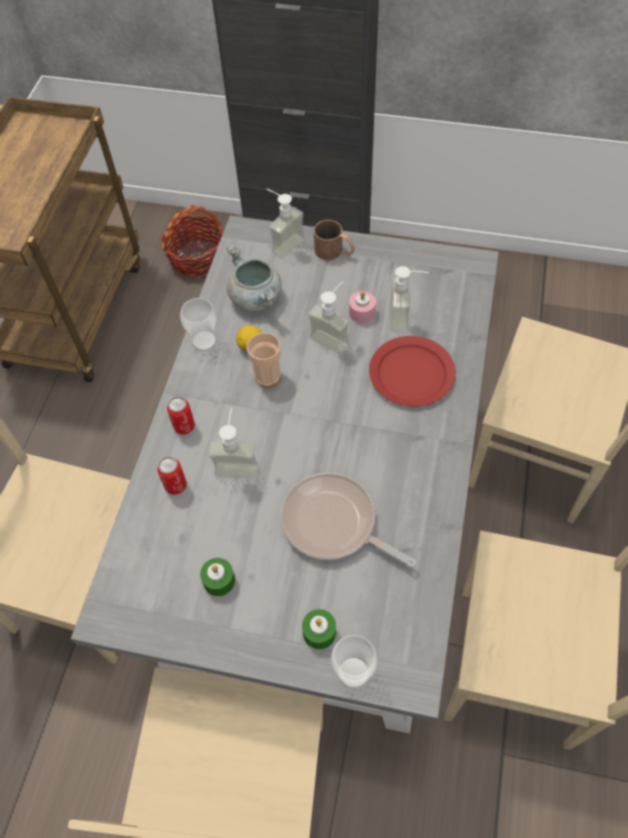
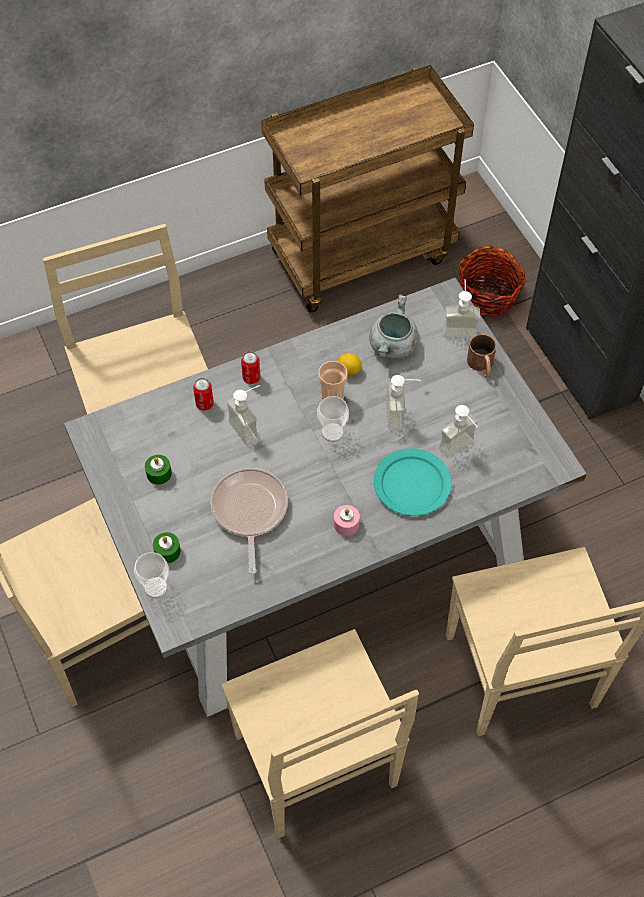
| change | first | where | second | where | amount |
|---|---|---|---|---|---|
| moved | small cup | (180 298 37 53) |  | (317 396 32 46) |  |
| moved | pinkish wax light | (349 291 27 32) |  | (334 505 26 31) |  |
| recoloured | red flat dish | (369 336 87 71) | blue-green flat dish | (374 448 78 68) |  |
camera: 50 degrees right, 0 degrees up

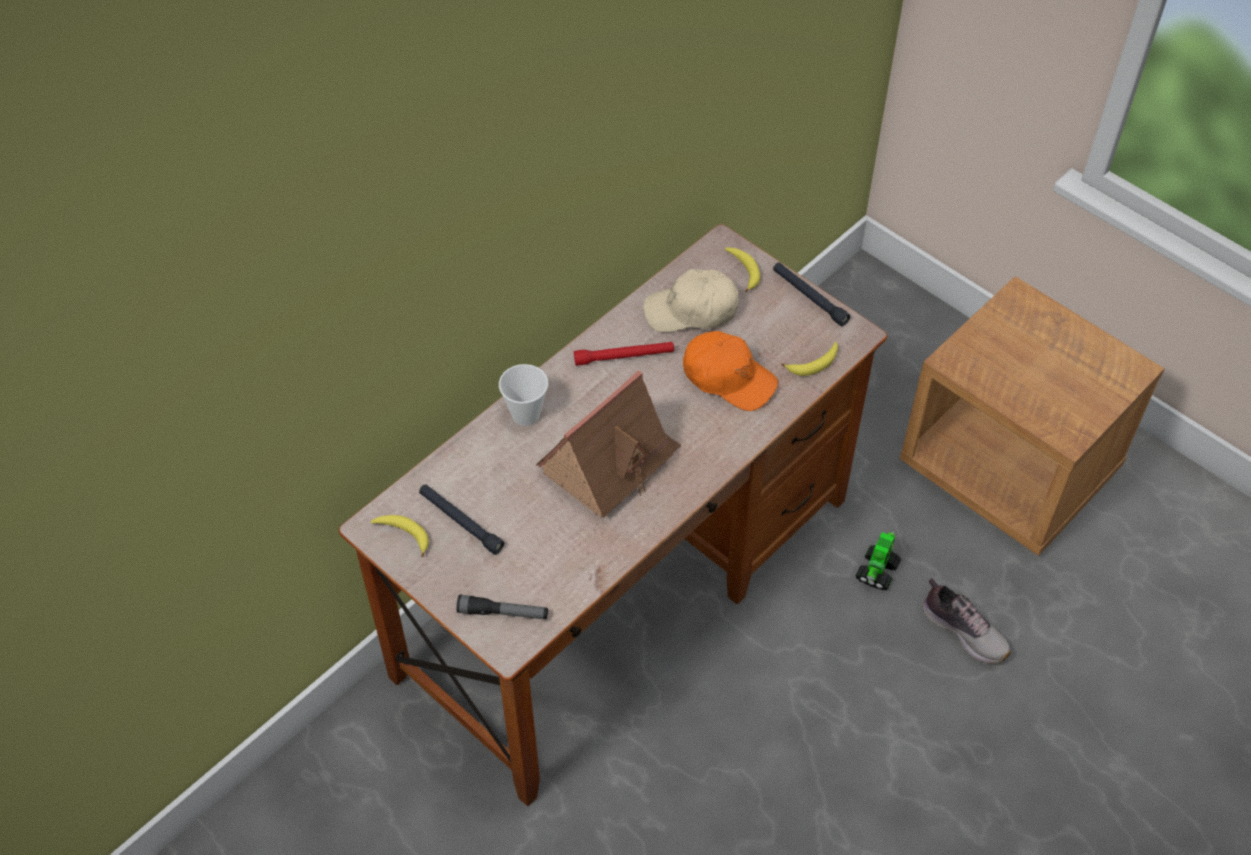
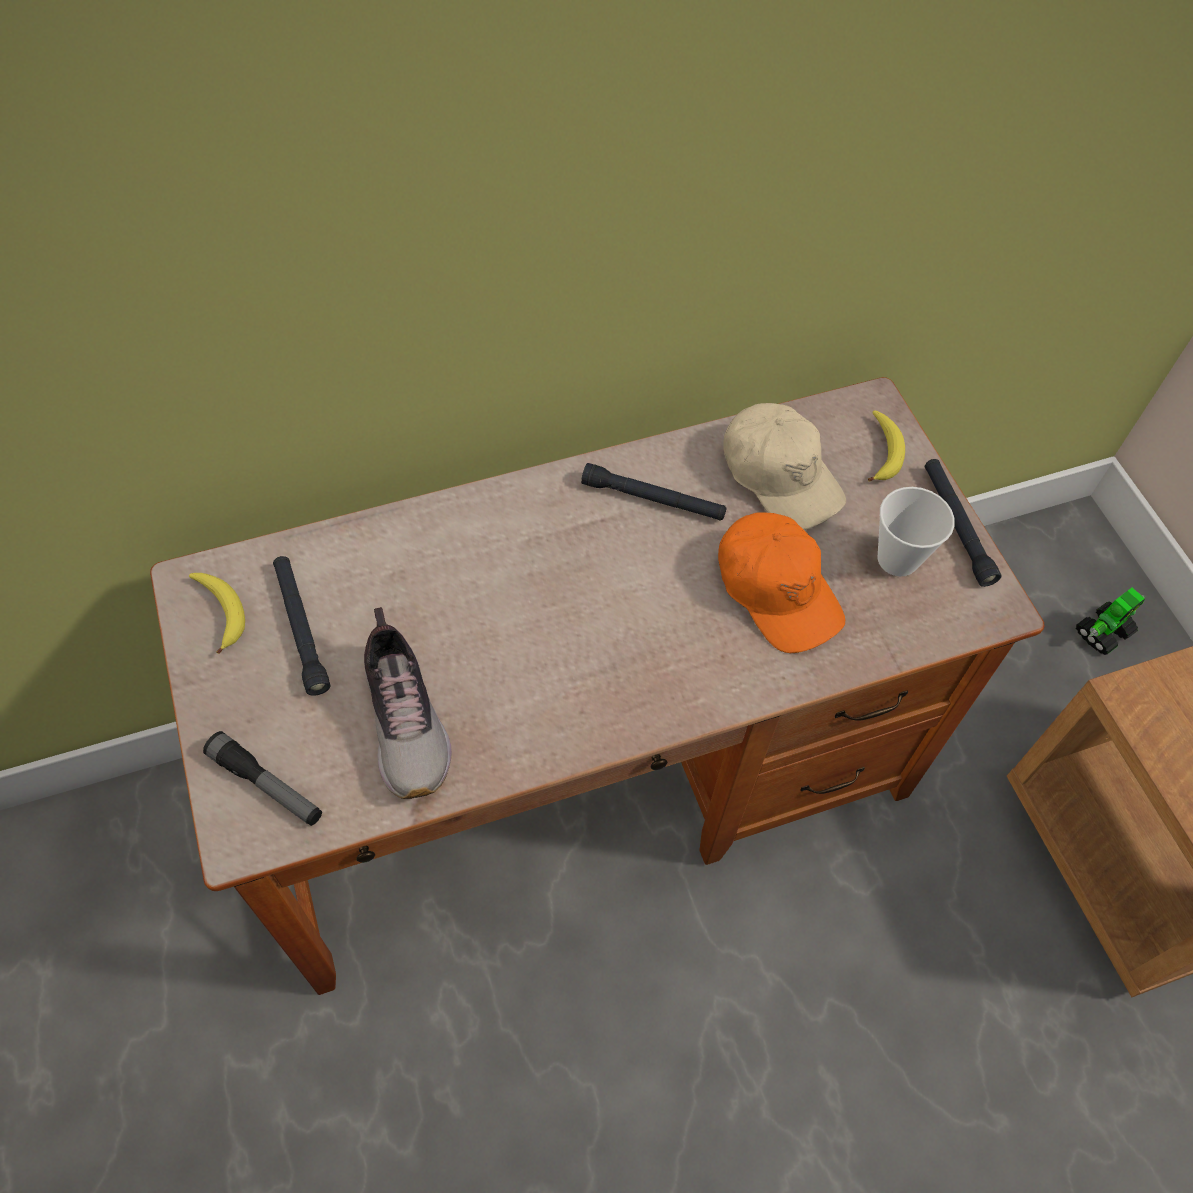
| change | first | where | second | where | amount |
|---|---|---|---|---|---|
| moved | small cup | (499 364 49 62) |  | (878 487 77 90) |  |
| removed | miniature house | (536 370 145 148) |  |  |  |
| recoloured | red torch | (574 342 100 24) | blackish torch | (581 463 145 58) |  |
| turned | beige-coloured baseball cap | (643 269 96 63) |  | (723 403 123 127) | 150 degrees counterclockwise |
| removed | banana fruit | (781 342 57 34) |  |  |  |
| moved | toy robot | (856 531 45 59) |  | (1075 588 70 67) |  |
| moved | shoe | (923 578 88 85) |  | (364 607 88 192) |  |
camera: 25 degrees right, 5 degrees up

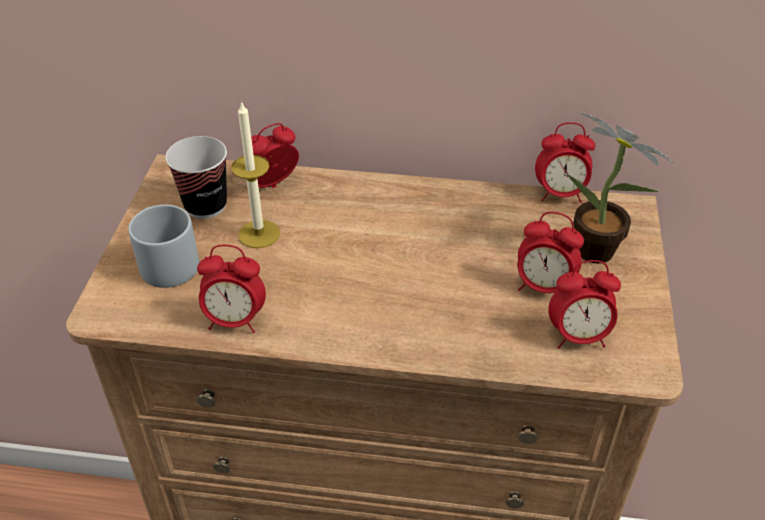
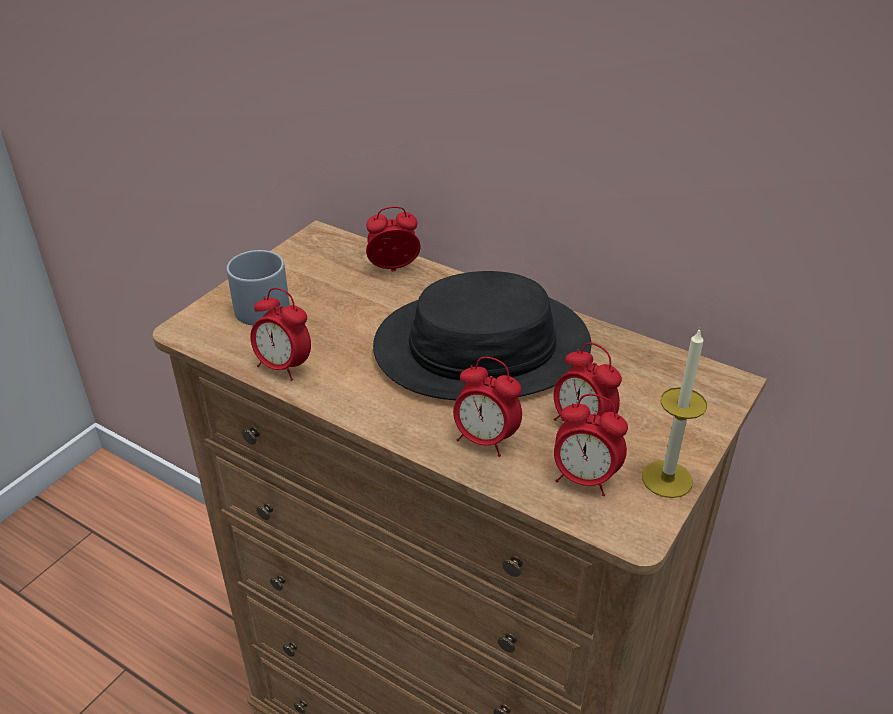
| change | first | where | second | where | amount |
|---|---|---|---|---|---|
| removed | small cup | (165 136 62 83) |  |  |  |
| moved | wax light | (231 101 49 147) |  | (642 328 65 170) |  |
| moved | table clock | (535 122 60 81) |  | (453 357 69 100) |  |
| removed | potted plant | (567 111 108 153) |  |  |  |
| added |  |  | blackish clothing hat | (373 271 218 130) |  |
camera: 25 degrees right, 5 degrees down

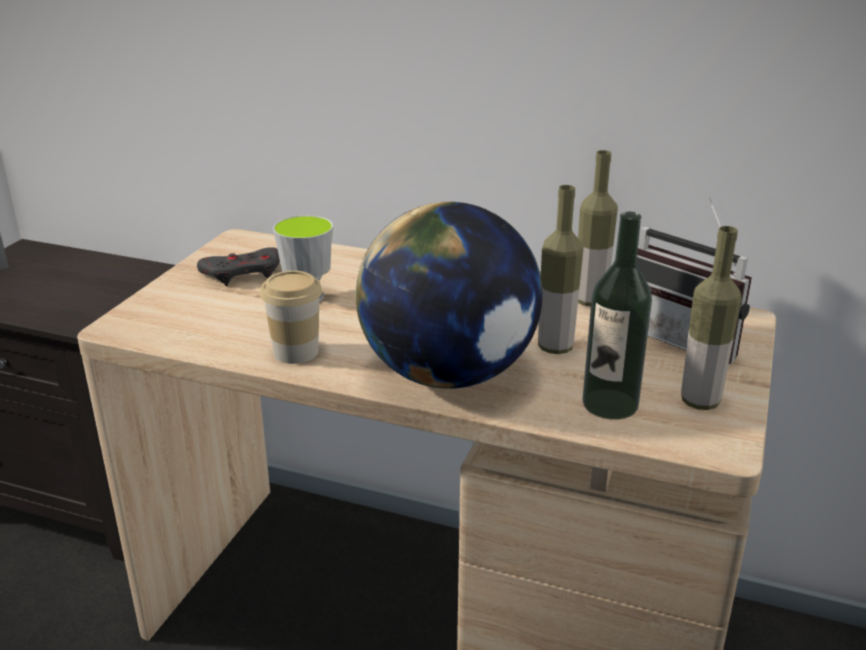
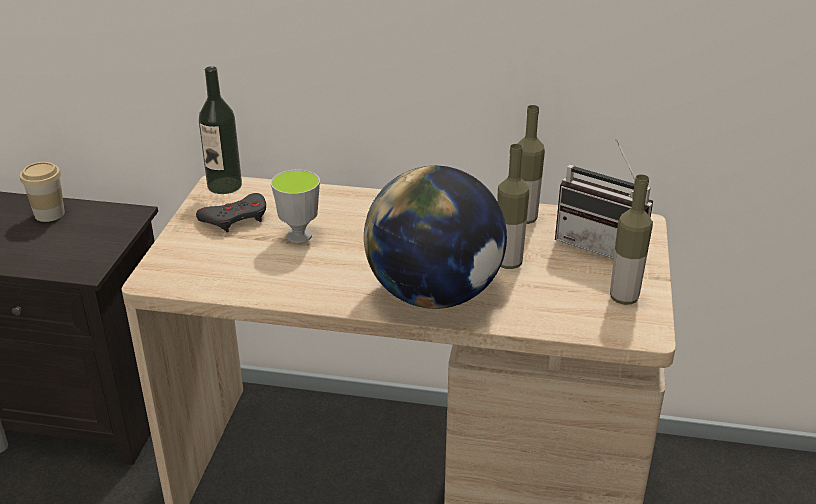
| change | first | where | second | where | amount |
|---|---|---|---|---|---|
| moved | small cup | (260 271 62 93) |  | (20 162 45 60) |  |
| moved | drink bottle | (582 212 70 208) |  | (199 66 43 128) |  |
camera: 10 degrees left, 5 degrees up

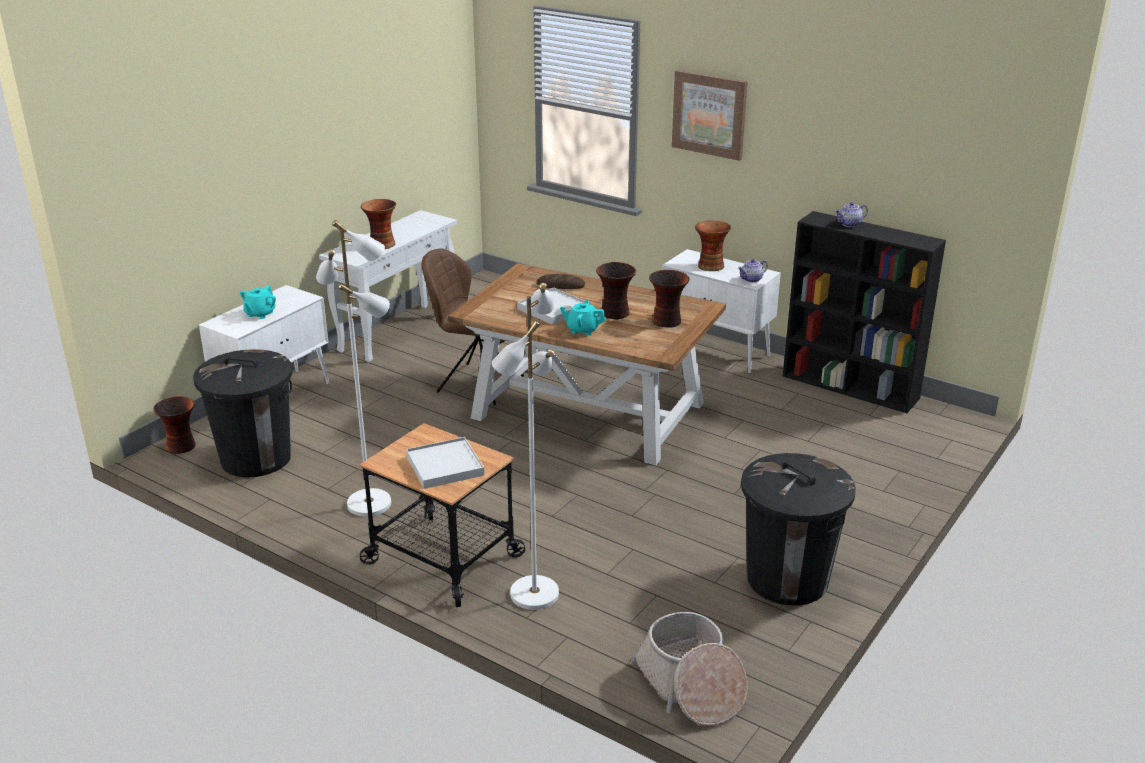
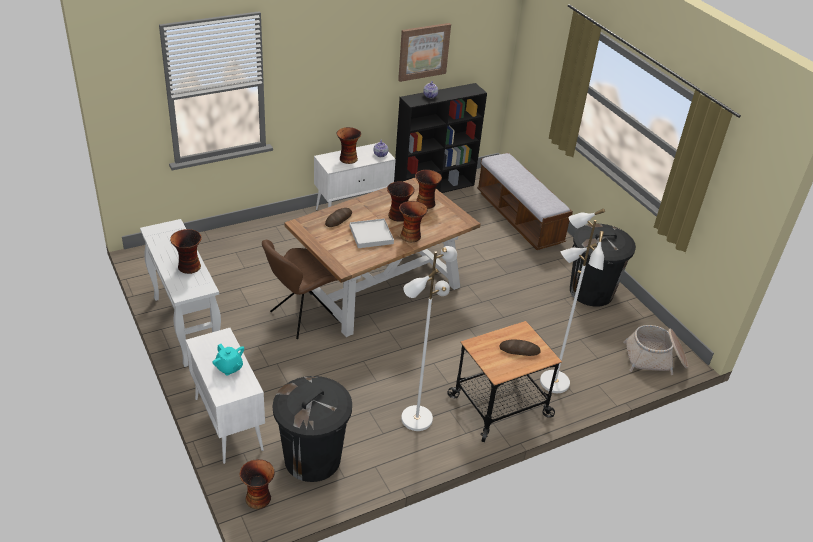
| change | first | where | second | where | amount |
|---|---|---|---|---|---|
| replaced | whitish serving tray | (406 437 79 52) | bread | (500 340 41 16) |  |
| replaced | blue-green pot for tea | (560 300 46 35) | flower vase | (399 201 28 41) |  |
| moved | picture | (672 70 76 91) |  | (398 23 53 59) |  |
| added |  |  | bench | (477 153 96 97) |  |
camera: 65 degrees left, 10 degrees up

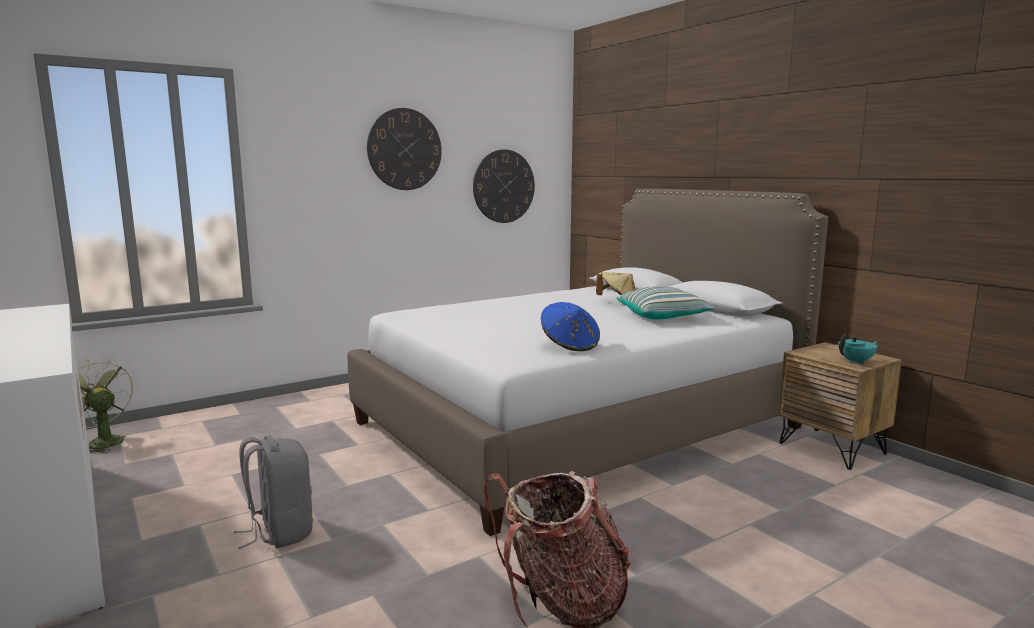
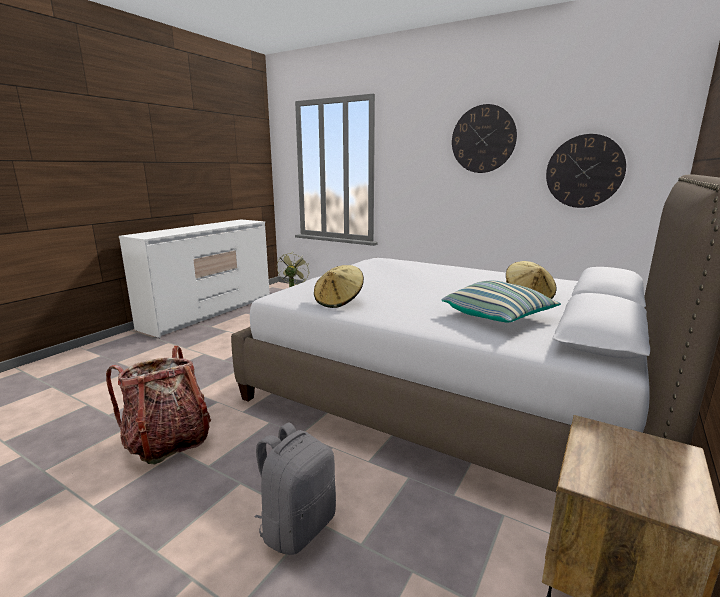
| change | first | where | second | where | amount |
|---|---|---|---|---|---|
| moved | grey rucksack | (234 435 79 114) |  | (255 422 81 133) |  |
| recoloured | blue clothing hat | (541 302 59 49) | beige-coloured clothing hat | (314 265 50 43) |  |
| removed | blue-green pot for tea | (838 334 40 30) |  |  |  |
camera: 65 degrees right, 5 degrees up

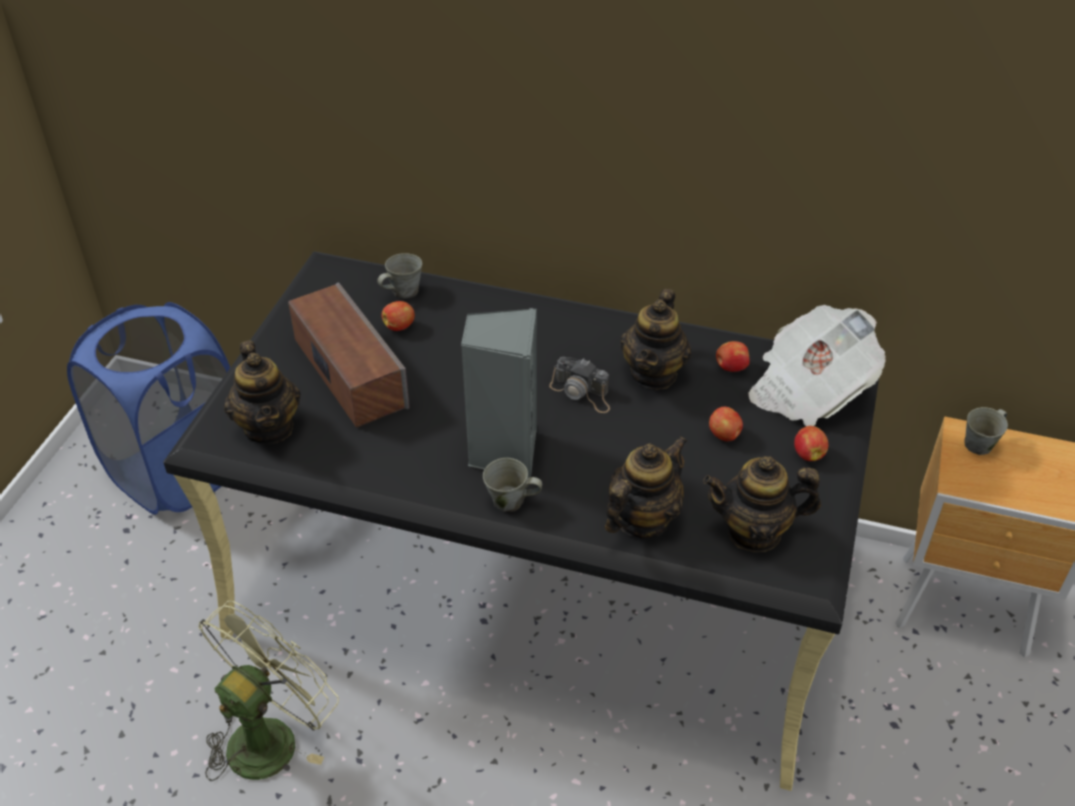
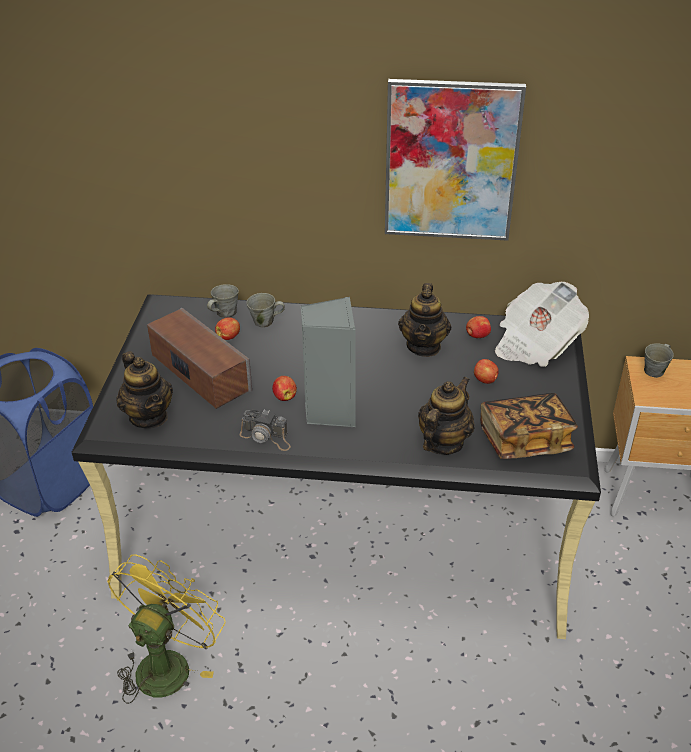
| change | first | where | second | where | amount |
|---|---|---|---|---|---|
| recoloured | green-coloured electric fan | (198 601 141 180) | yellow electric fan | (107 554 118 150) |  |
| moved | grey tea mug | (483 458 59 54) |  | (246 293 39 34) |  |
| moved | still camera | (549 357 61 56) |  | (240 409 51 42) |  |
| replaced | pot for tea | (703 456 118 96) | bound book | (481 393 97 66) |  |
| moved | apple | (794 426 35 35) |  | (272 376 25 25) |  |
| added |  |  | picture | (385 79 141 162) |  |
camera: 10 degrees left, 5 degrees down

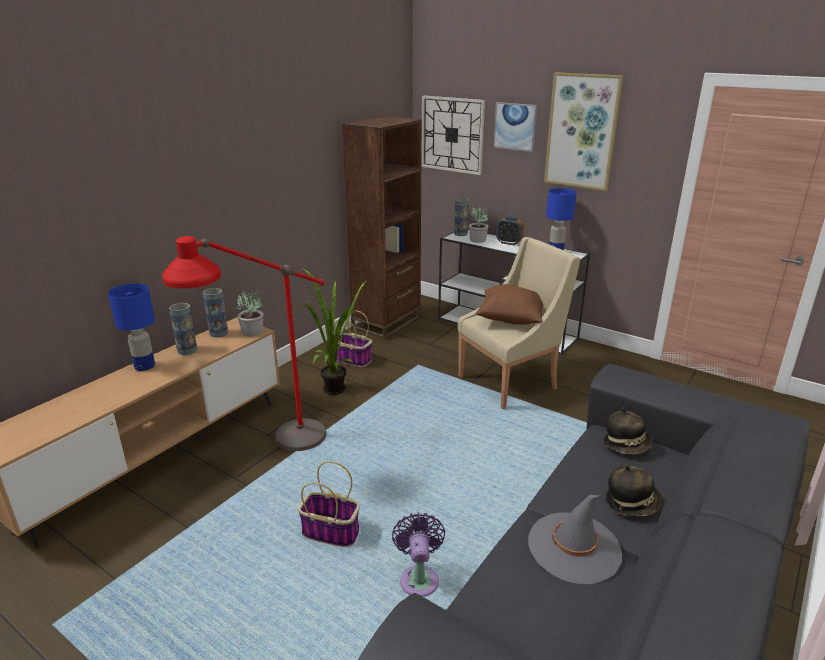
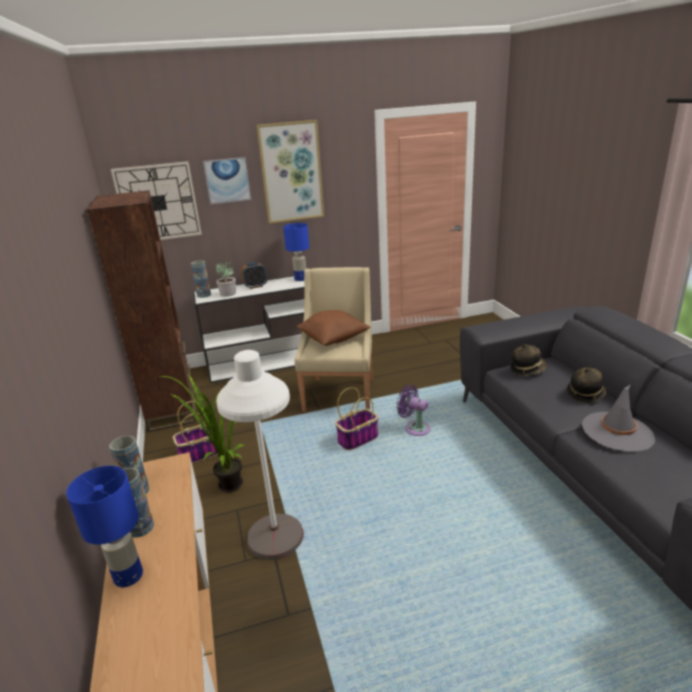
| change | first | where | second | where | amount |
|---|---|---|---|---|---|
| recoloured | red floor lamp | (162 236 164 216) | whitish floor lamp | (216 349 88 211) |  |
| removed | potted plant | (237 289 26 48) |  |  |  |
| moved | basket | (298 461 62 86) |  | (335 387 44 63) |  |
| moved | purple-coloured electric fan | (392 512 53 85) |  | (396 384 34 52) |  |
camera: 50 degrees left, 0 degrees up

